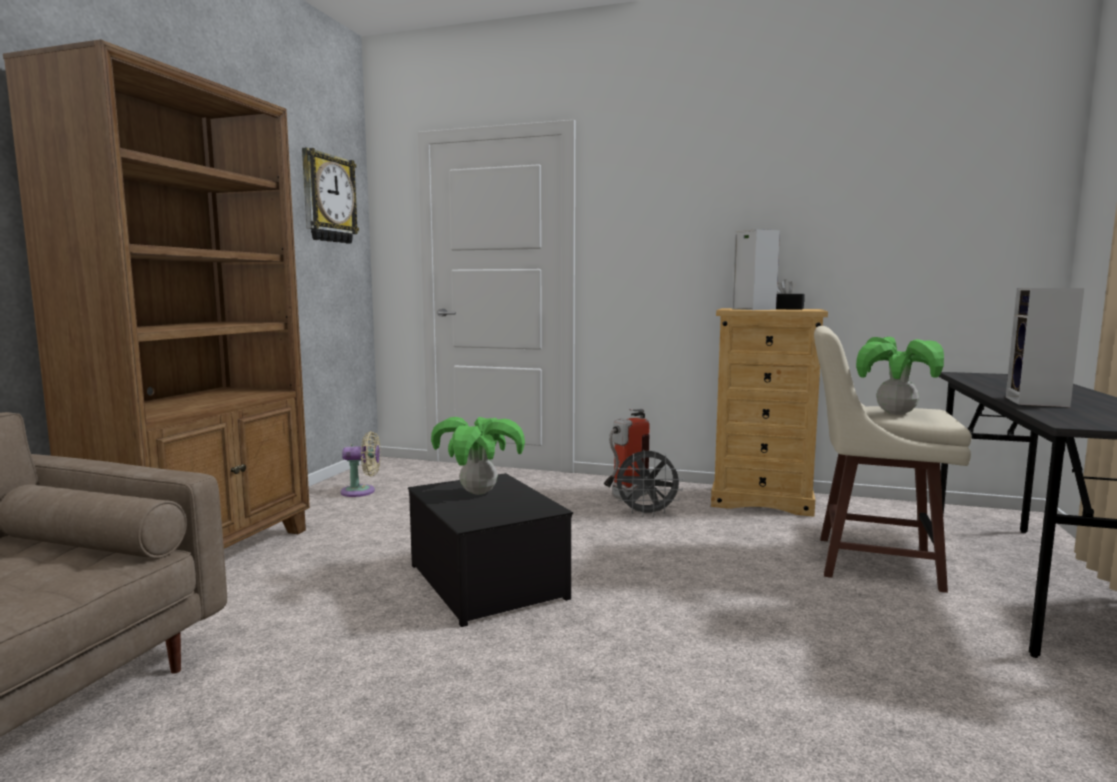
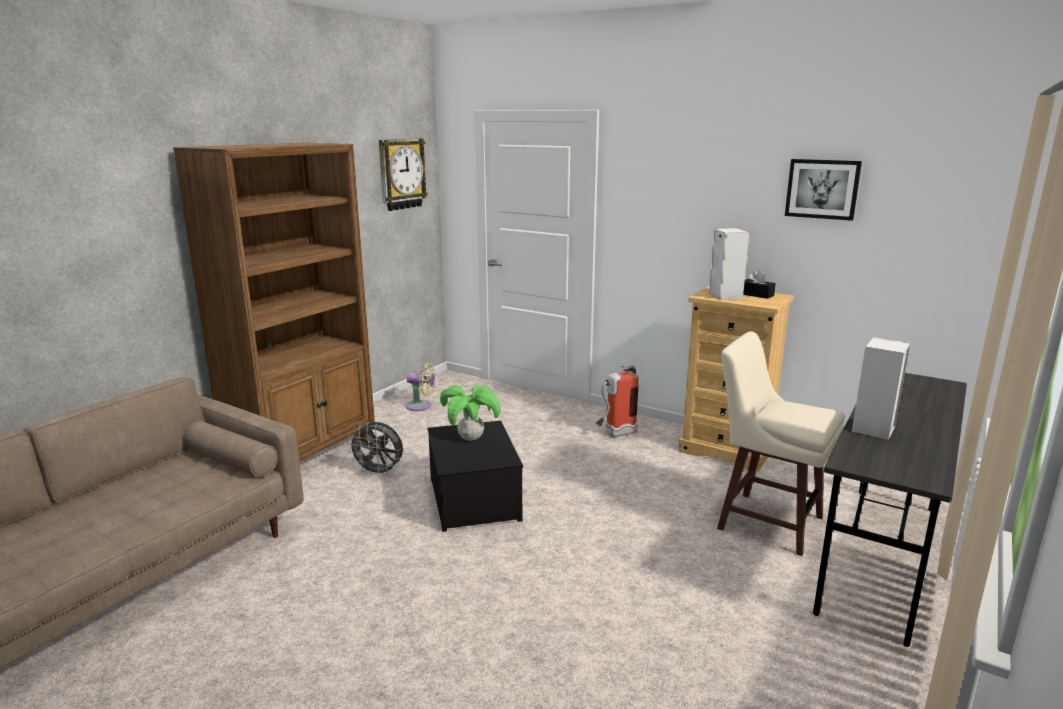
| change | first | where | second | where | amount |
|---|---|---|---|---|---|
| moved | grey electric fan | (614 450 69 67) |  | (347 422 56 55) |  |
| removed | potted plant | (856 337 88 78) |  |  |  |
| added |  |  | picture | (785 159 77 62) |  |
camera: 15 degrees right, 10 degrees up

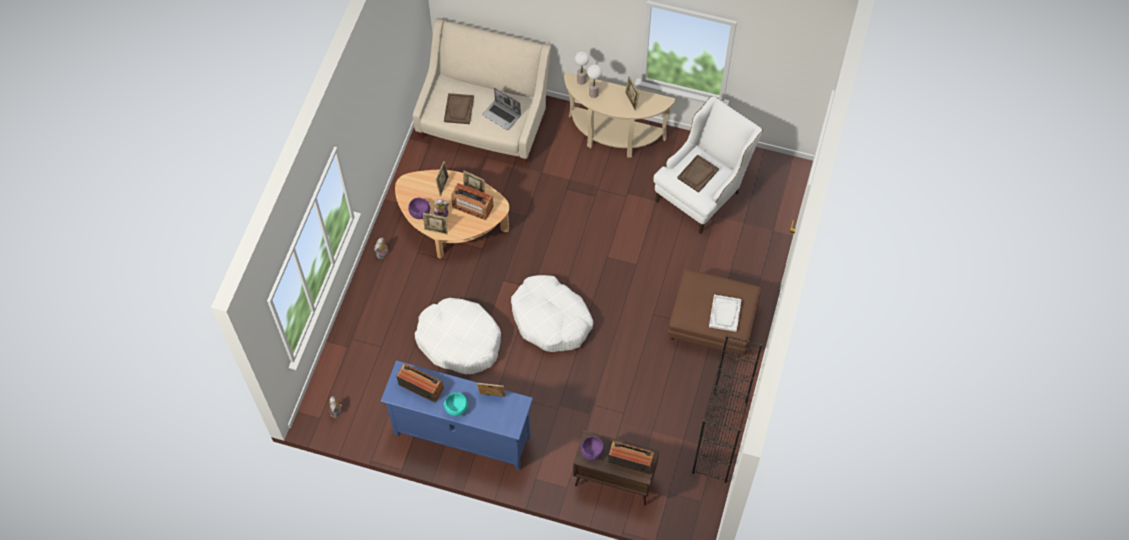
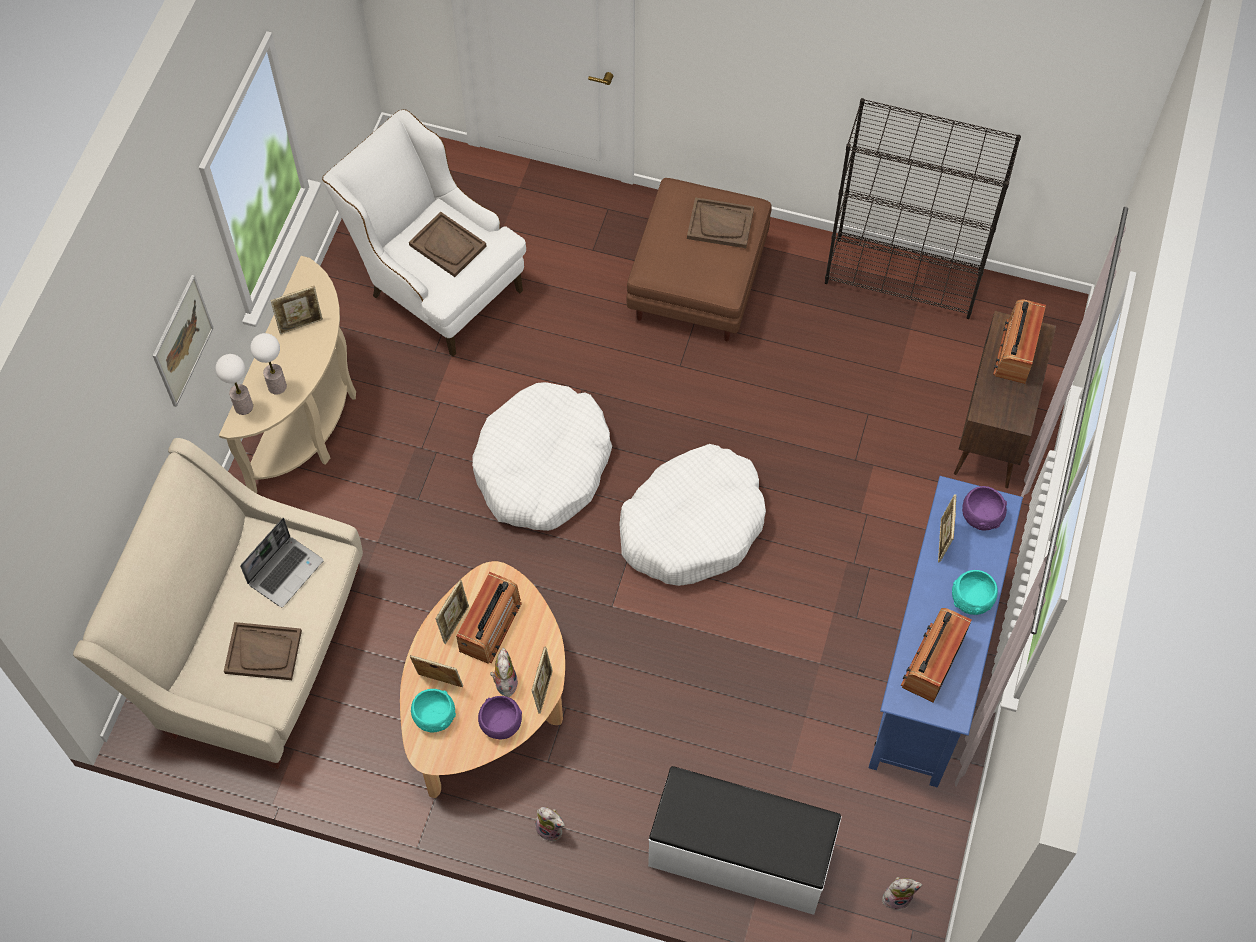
| change | first | where | second | where | amount |
|---|---|---|---|---|---|
| moved | whitish pet bed | (415 298 86 76) |  | (472 382 140 149) |  |
| moved | purple-coloured bowl | (580 436 24 25) |  | (962 486 45 44) |  |
| recoloured | whitish serving tray | (709 295 33 37) | brown serving tray | (687 197 67 51) |  |
| added |  |  | picture | (152 275 61 132) |  |
| added |  |  | blue-green bowl | (411 689 45 43) |  |
| added |  |  | whitish bench | (648 766 194 149) |  |
camera: 90 degrees left, 0 degrees up

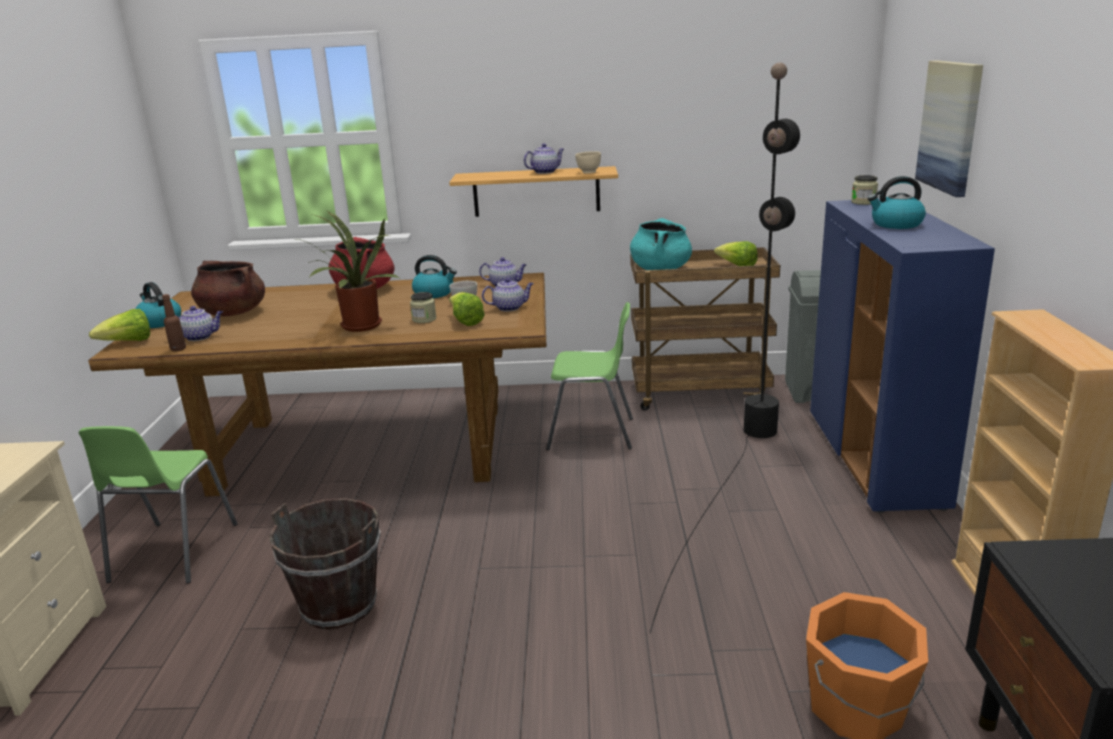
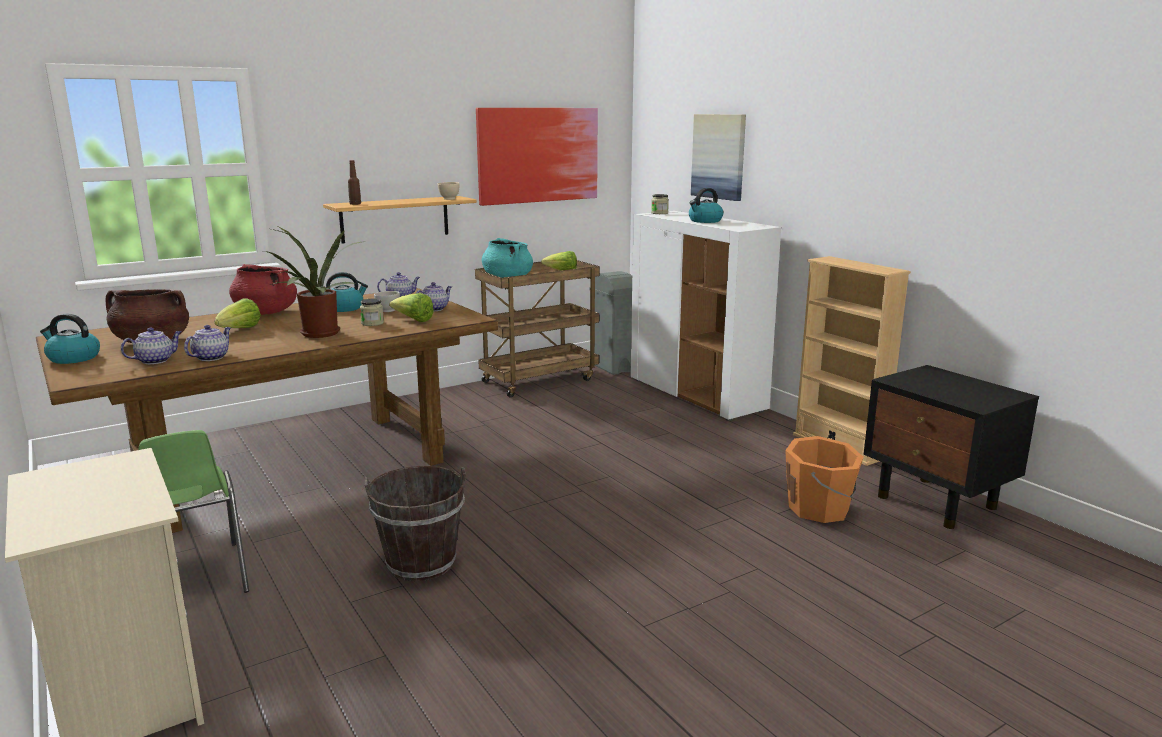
| change | first | where | second | where | amount |
|---|---|---|---|---|---|
| moved | lettuce head | (89 309 61 32) |  | (214 298 47 30) |  |
| moved | brown drink bottle | (162 294 24 57) |  | (348 160 13 45) |  |
| moved | pot for tea | (524 143 40 31) |  | (184 325 47 36) |  |
| removed | green-coloured chair | (546 302 87 148) |  |  |  |
| removed | blackish floor lamp | (650 62 150 571) |  |  |  |
| recoloured | blue cabinet | (810 199 185 314) | whitish cabinet | (630 211 151 210) |  |
| added |  |  | picture | (476 108 122 98) |  |
camera: 35 degrees left, 5 degrees down

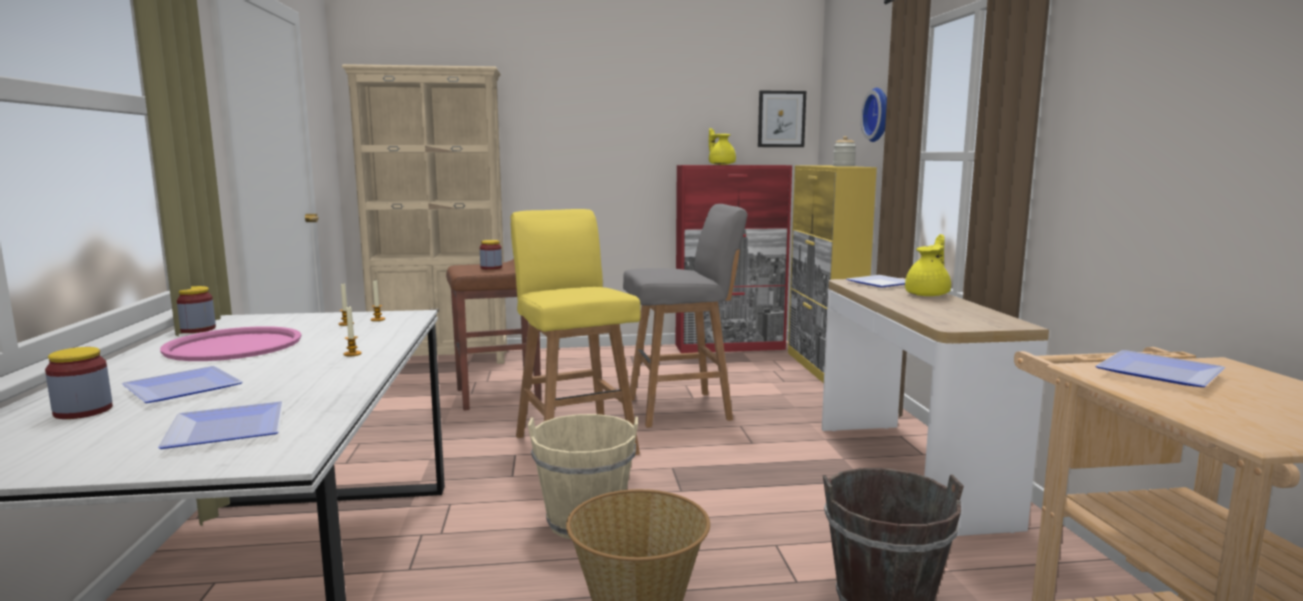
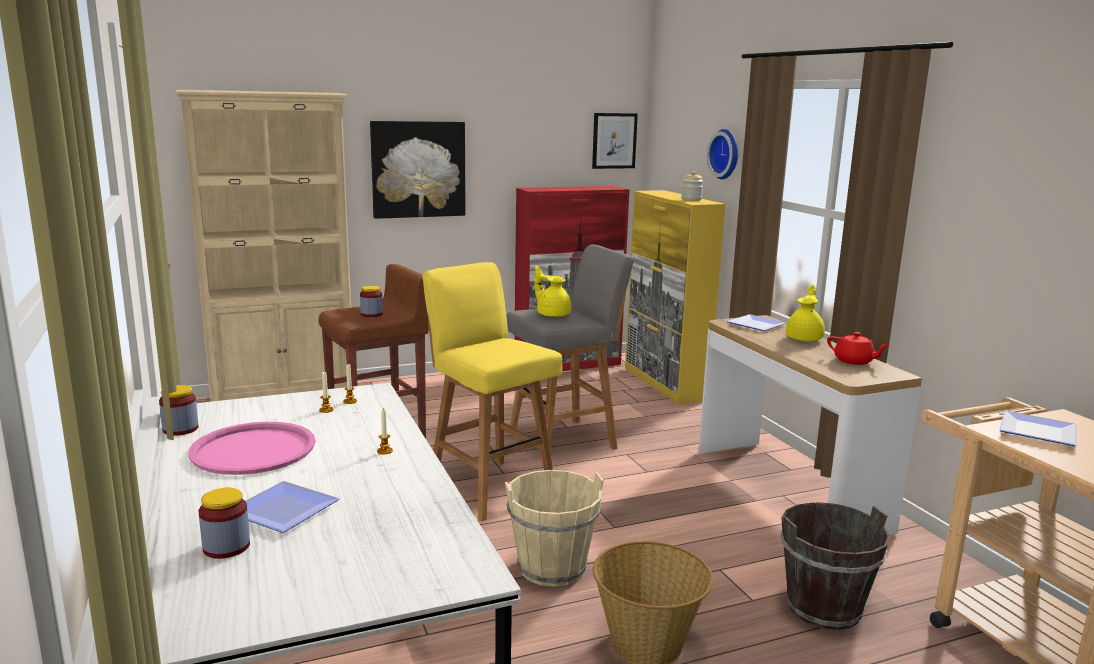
| change | first | where | second | where | amount |
|---|---|---|---|---|---|
| removed | flat dish | (158 401 126 48) |  |  |  |
| moved | yellow pot for tea | (709 128 27 37) |  | (534 266 37 51) |  |
| added |  |  | picture | (370 121 95 98) |  |
| added |  |  | red pot for tea | (827 332 63 33) |  |
camera: 15 degrees left, 5 degrees up

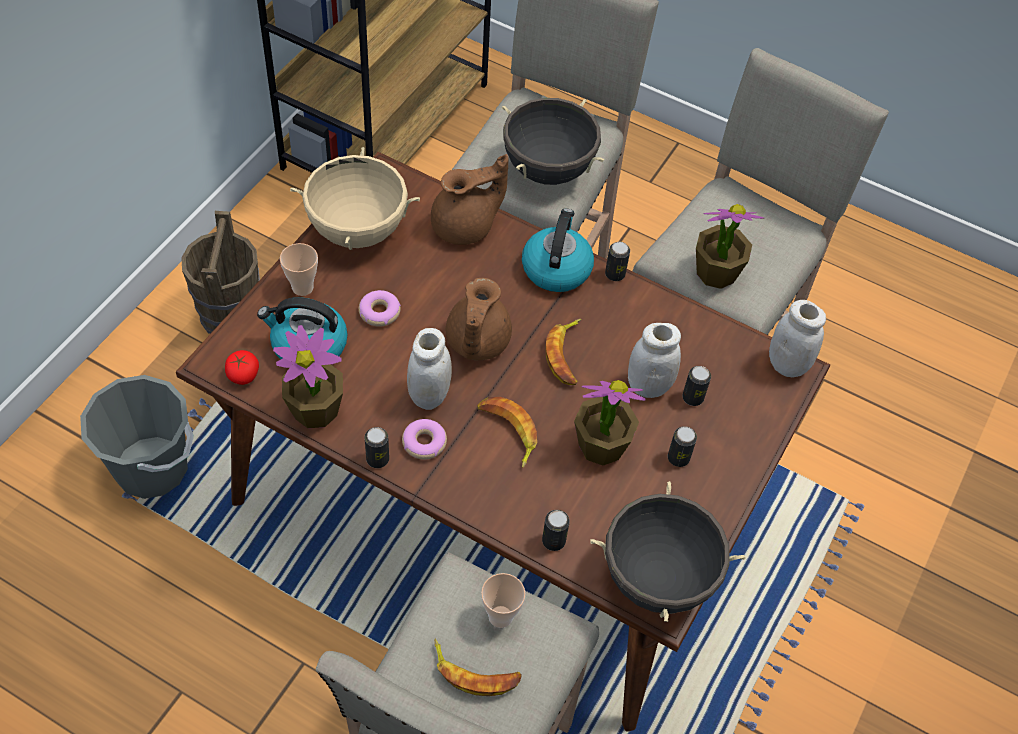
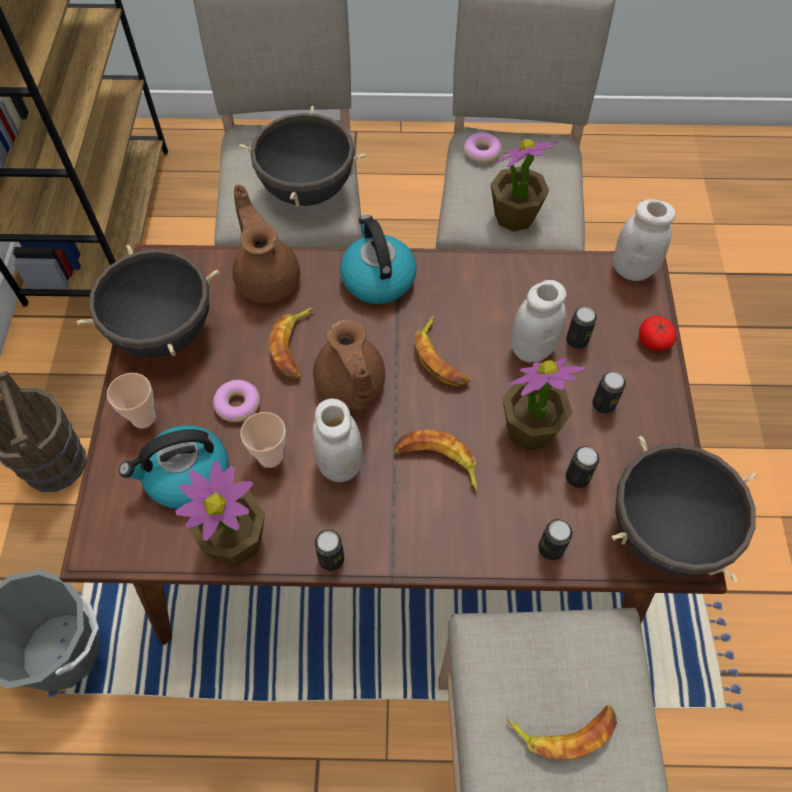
| change | first | where | second | where | amount |
|---|---|---|---|---|---|
| moved | fresh tomato | (225 350 34 35) |  | (639 316 37 35) |  |
| recoloured | beige-coloured cooking pot | (290 147 130 103) | blackish cooking pot | (76 245 143 112) |  |
| moved | donut | (402 419 45 40) |  | (464 132 37 32) |  |
| turned | brown pot for tea | (431 154 78 91) |  | (232 185 68 119) | 60 degrees counterclockwise |
| moved | small cup | (481 573 44 55) |  | (240 412 46 56) |  |
| moved | metal can | (605 242 25 39) |  | (566 446 34 42) |  |
| added |  |  | banana fruit | (270 307 44 72) |  |
camera: 25 degrees left, 5 degrees up

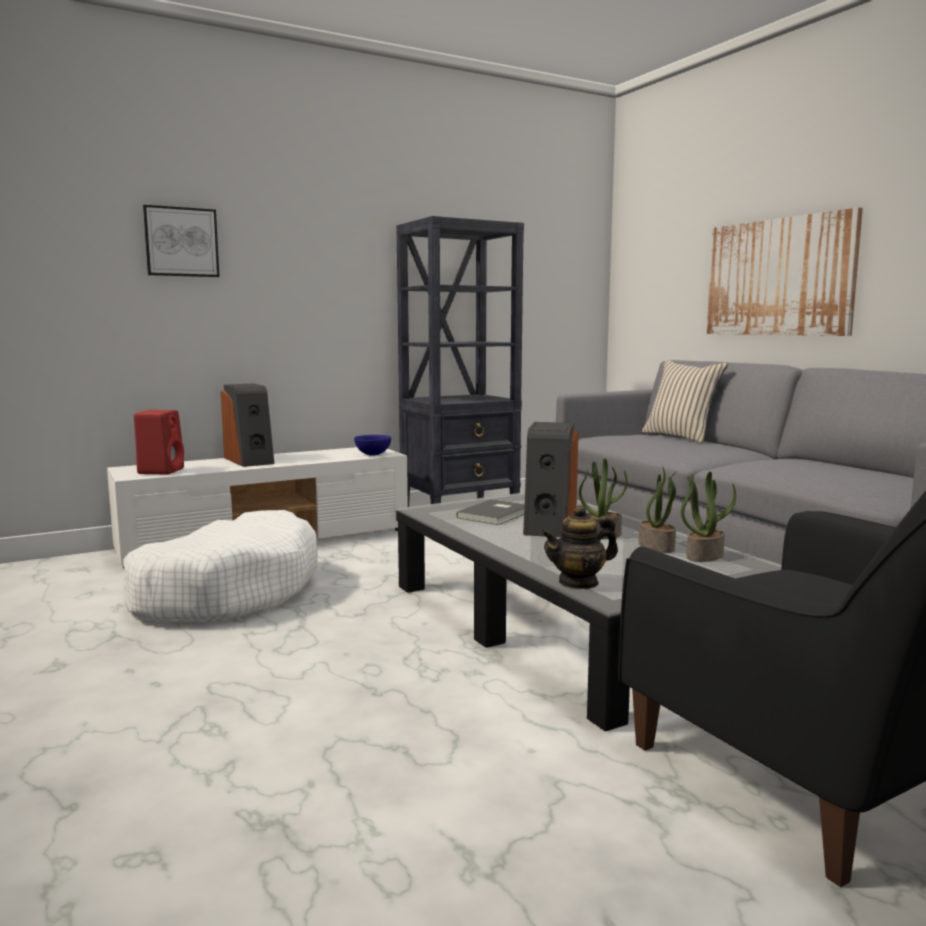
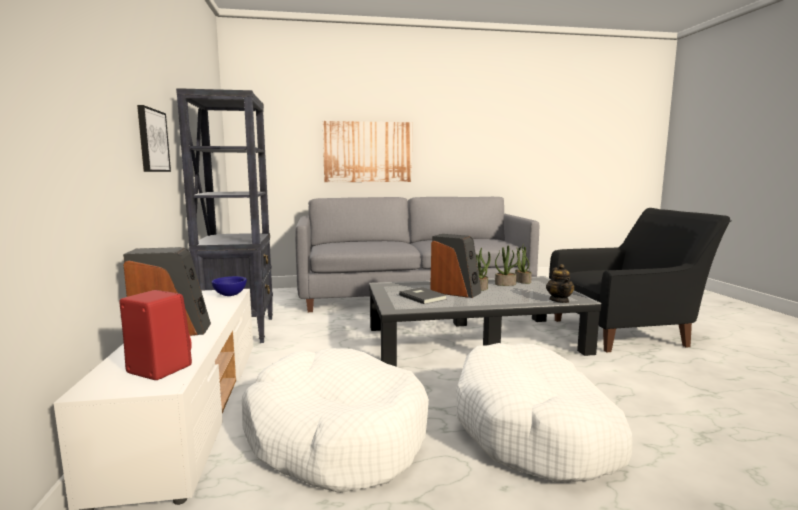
| change | first | where | second | where | amount |
|---|---|---|---|---|---|
| moved | picture | (143 205 77 72) |  | (137 105 34 67) |  |
| removed | beige-coloured cushion | (642 360 86 84) |  |  |  |
| added |  |  | whitish pet bed | (456 343 176 139) |  |
camera: 70 degrees left, 0 degrees up

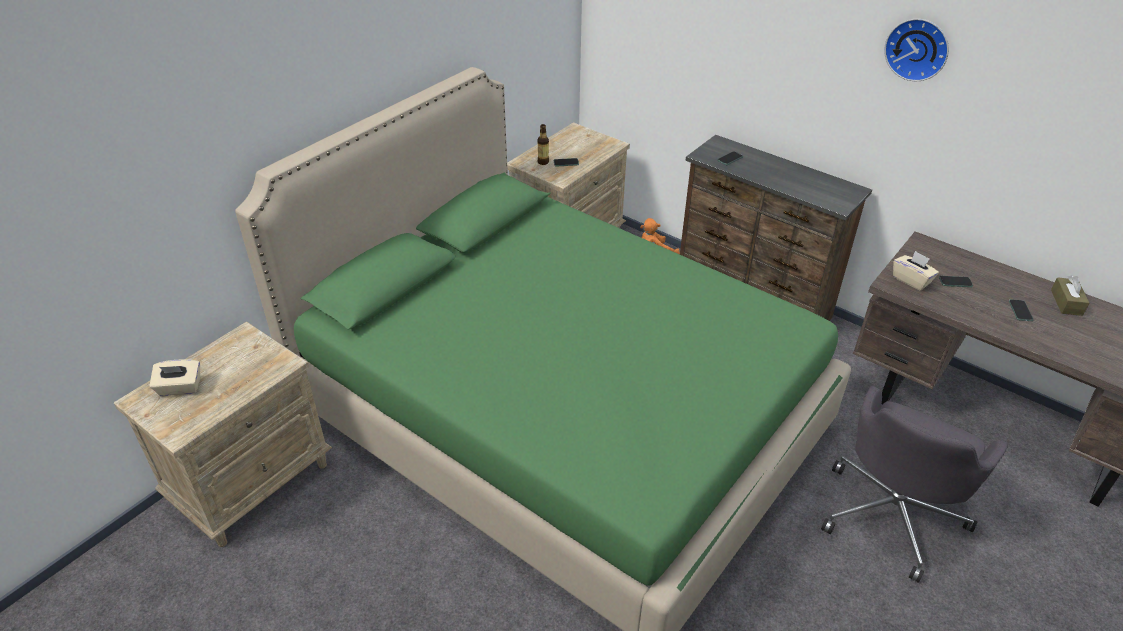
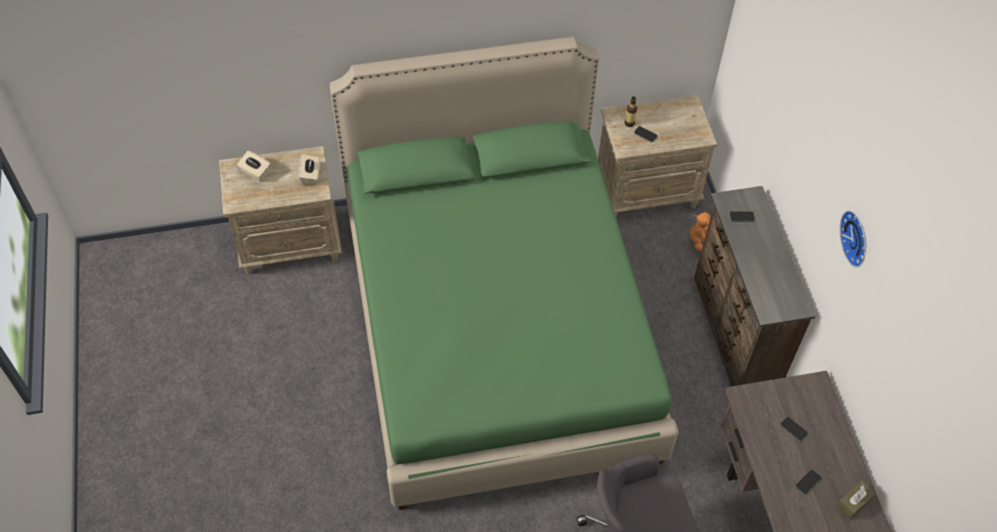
| change | first | where | second | where | amount |
|---|---|---|---|---|---|
| moved | beige-coloured tissue box | (893 251 46 40) |  | (299 154 21 31) |  |
camera: 40 degrees right, 15 degrees up

